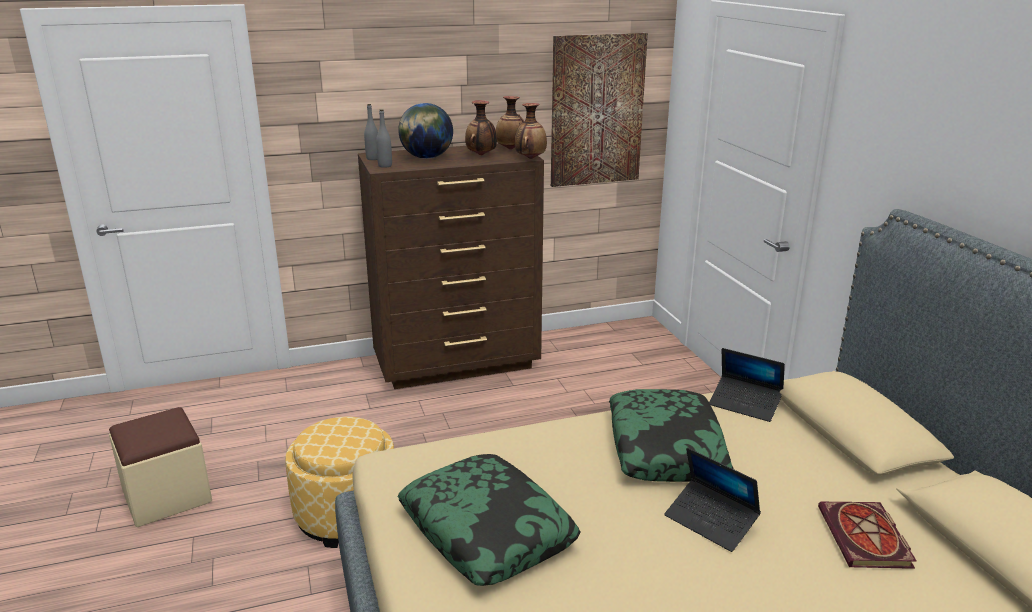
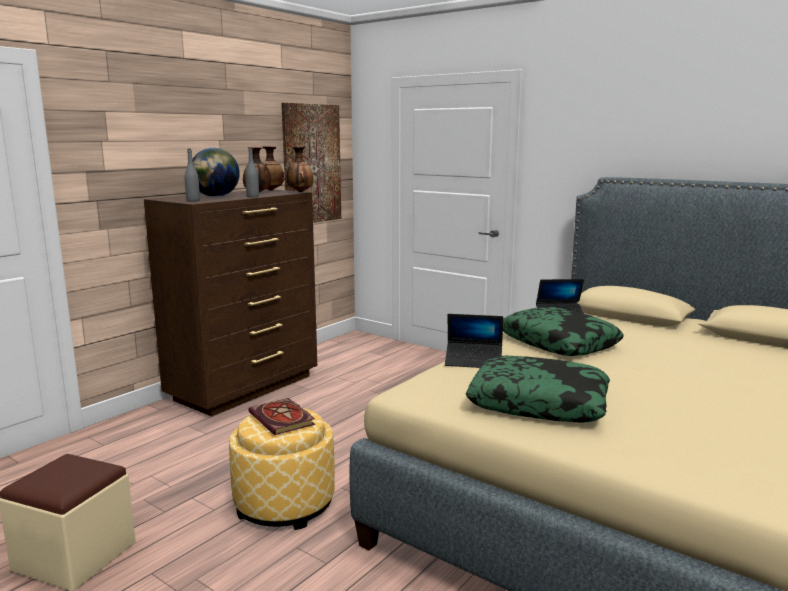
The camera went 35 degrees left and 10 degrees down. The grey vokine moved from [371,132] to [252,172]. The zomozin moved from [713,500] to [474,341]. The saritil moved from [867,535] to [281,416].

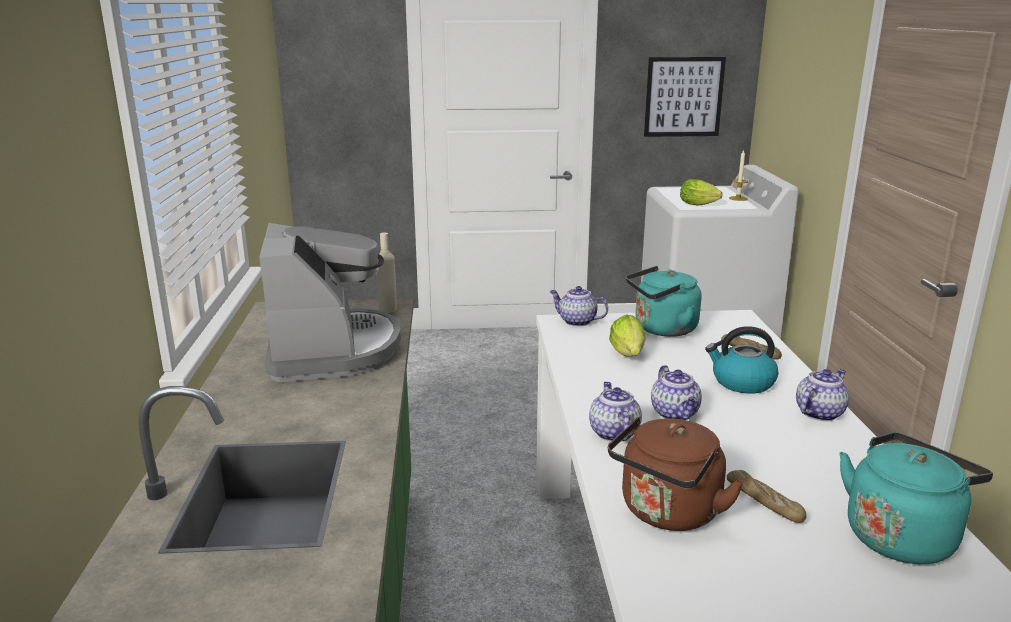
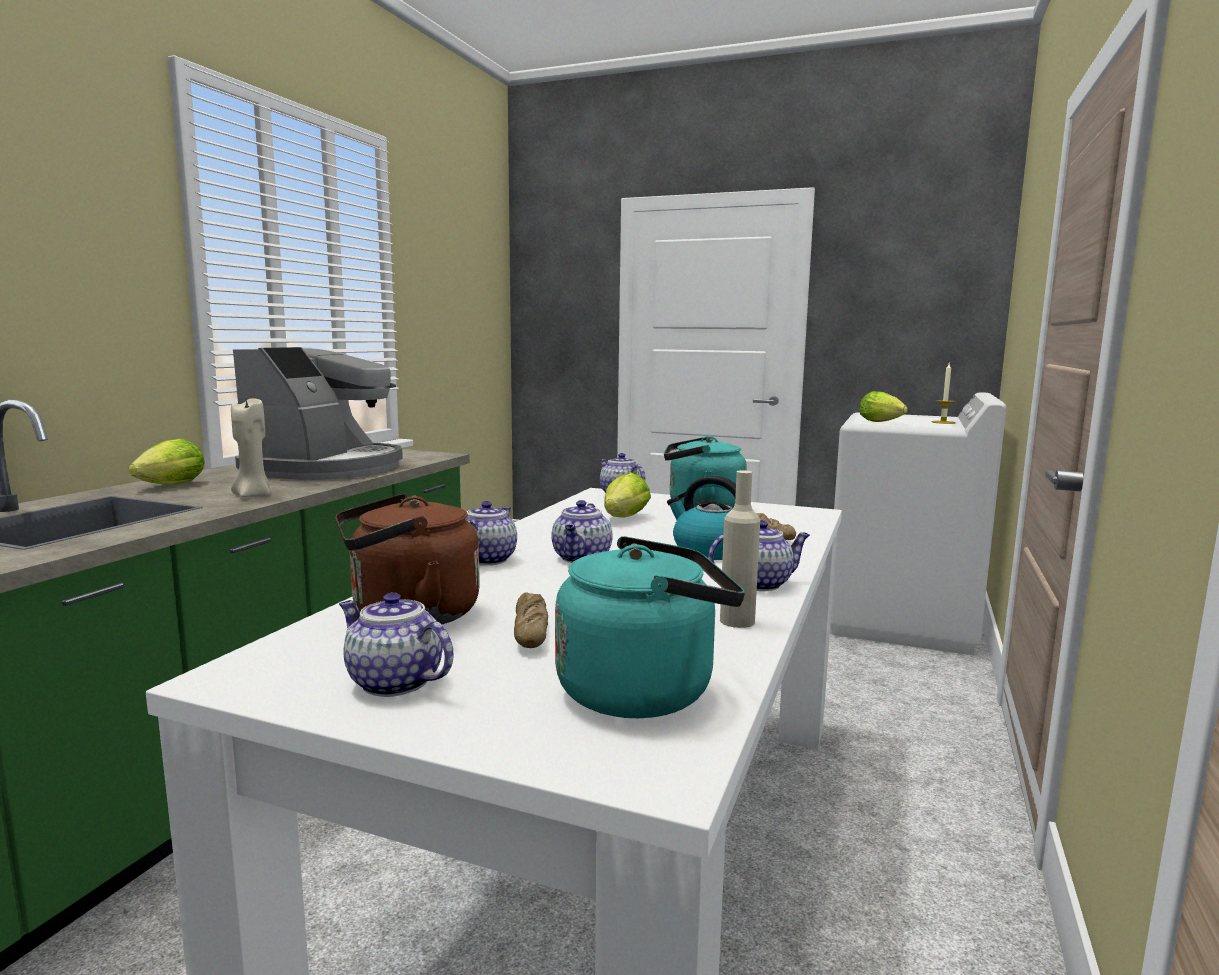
The camera went 25 degrees right and 10 degrees down. The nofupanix at [685,97] disappeared. The beige vokine moved from [387,273] to [740,549]. The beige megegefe at [250,447] appeared. The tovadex at [167,462] appeared. The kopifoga at [396,644] appeared.

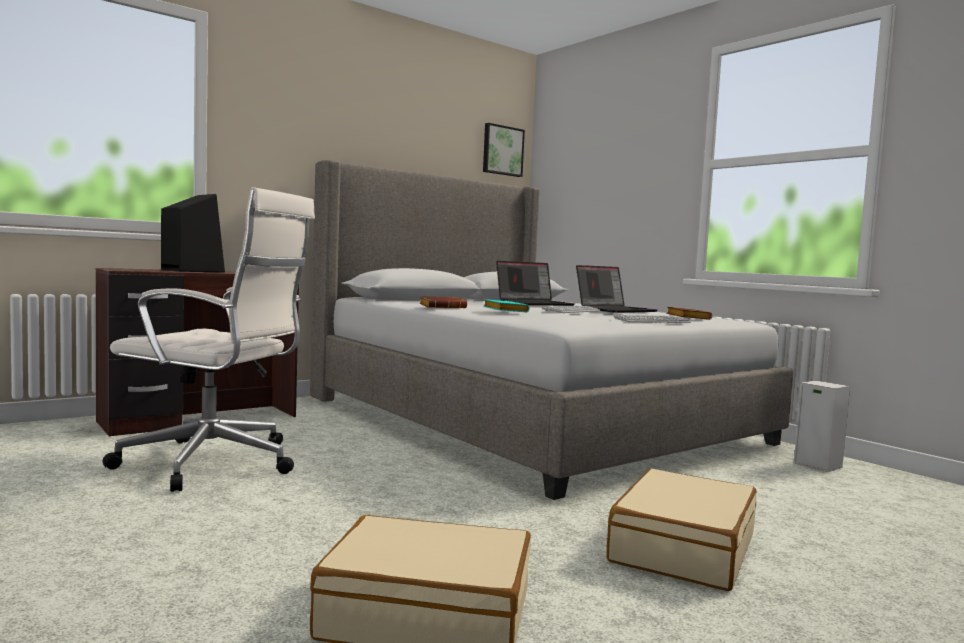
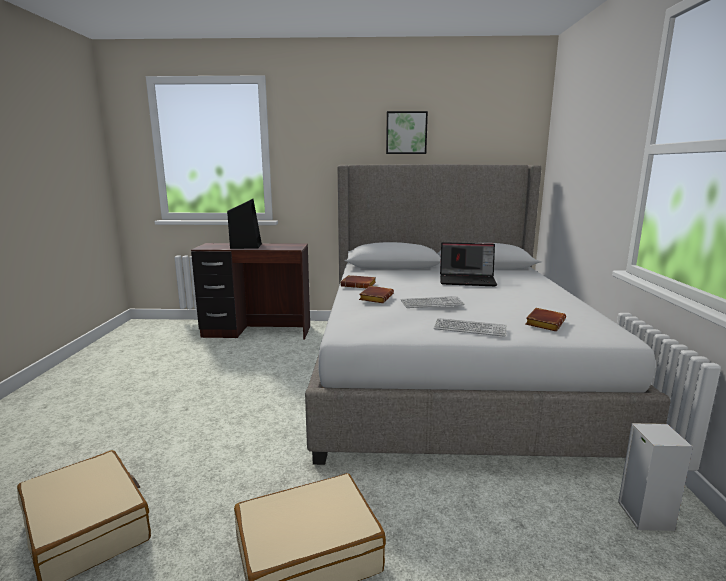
The camera went 40 degrees right and 10 degrees up. The nofupanix moved from [504,150] to [407,132]. The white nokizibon at [209,339] disappeared. The zomozin at [616,289] disappeared. The turquoise saritil at [506,305] became the brown saritil at [376,294].

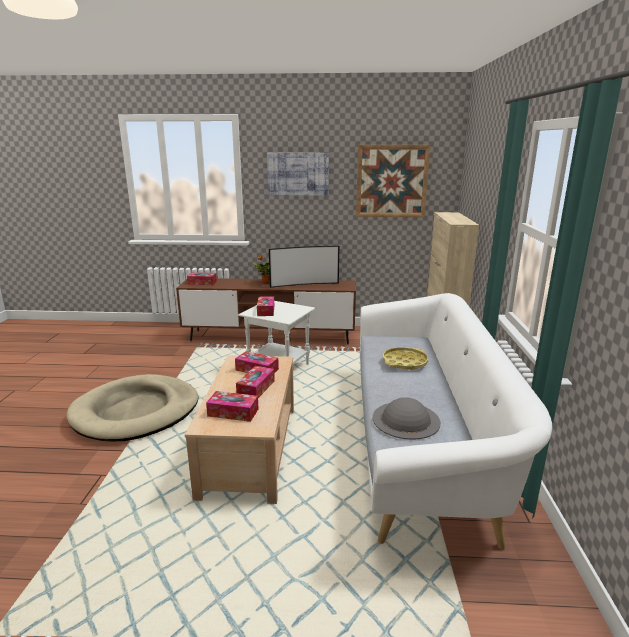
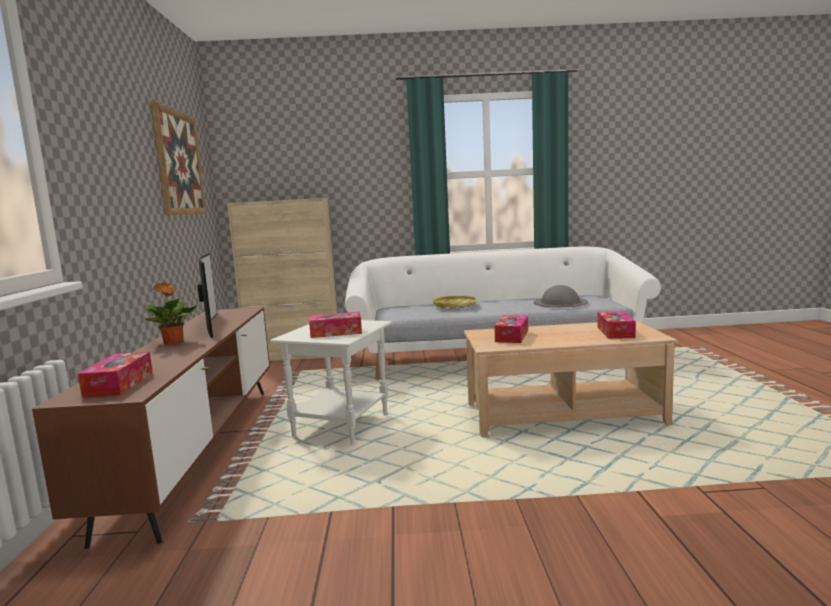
The camera went 95 degrees left and 10 degrees down. The nofupanix at [298,174] disappeared. The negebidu at [255,382] disappeared. The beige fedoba at [132,407] disappeared.

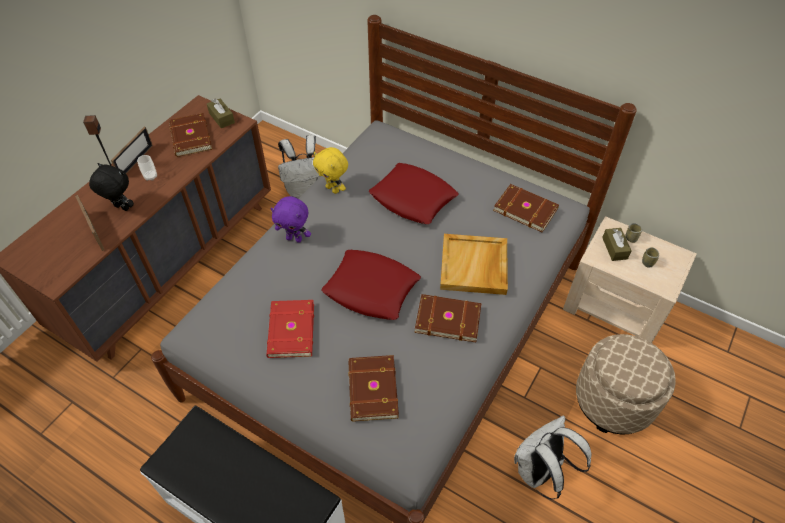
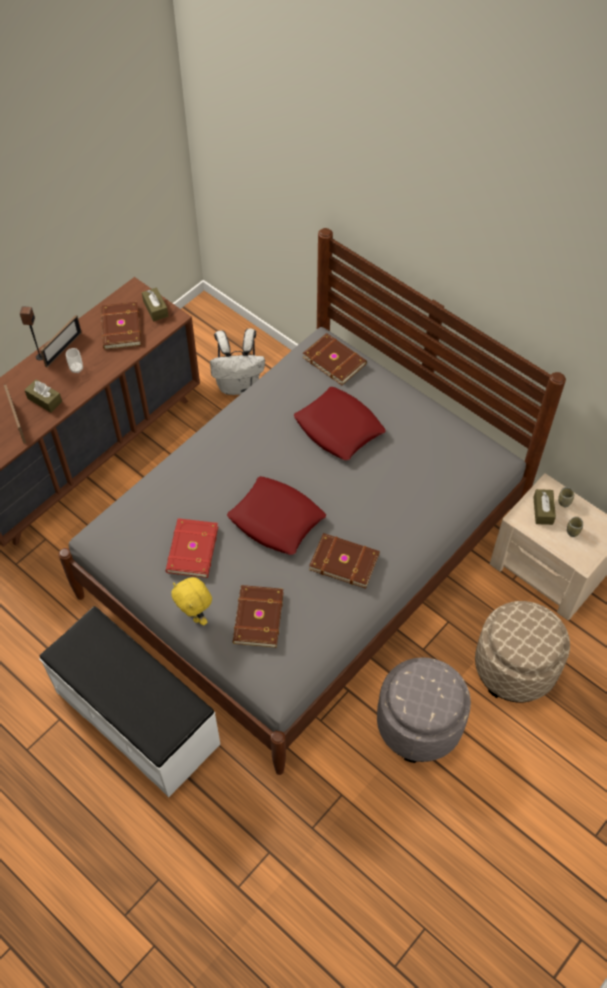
The camera went 10 degrees right and 5 degrees up. The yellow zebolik moved from [330,170] to [191,601]. The black zebolik at [111,187] was replaced by the brown negebidu at [43,396]. The brown saritil moved from [526,208] to [334,359]. The purple zebolik at [290,219] disappeared. The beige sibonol at [474,264] disappeared. The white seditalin at [552,457] was replaced by the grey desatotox at [424,710].

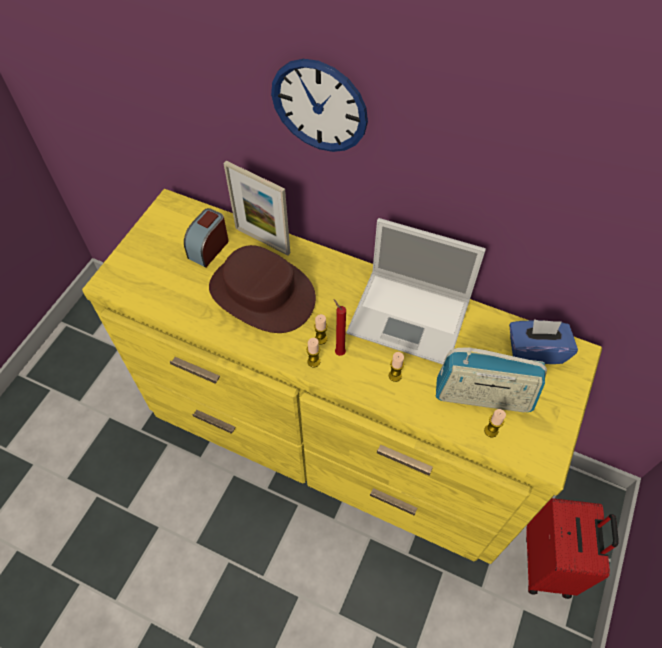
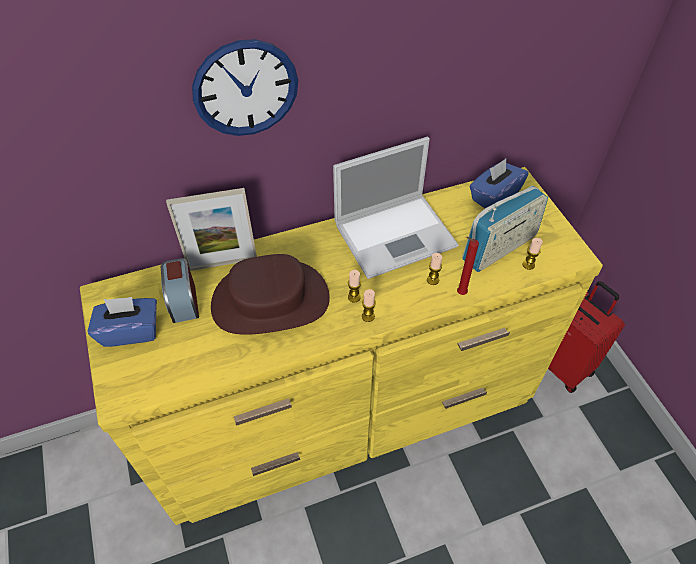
The camera went 45 degrees left and 5 degrees down. The red megegefe moved from [339,327] to [468,266]. The blue negebidu at [122,322] appeared.

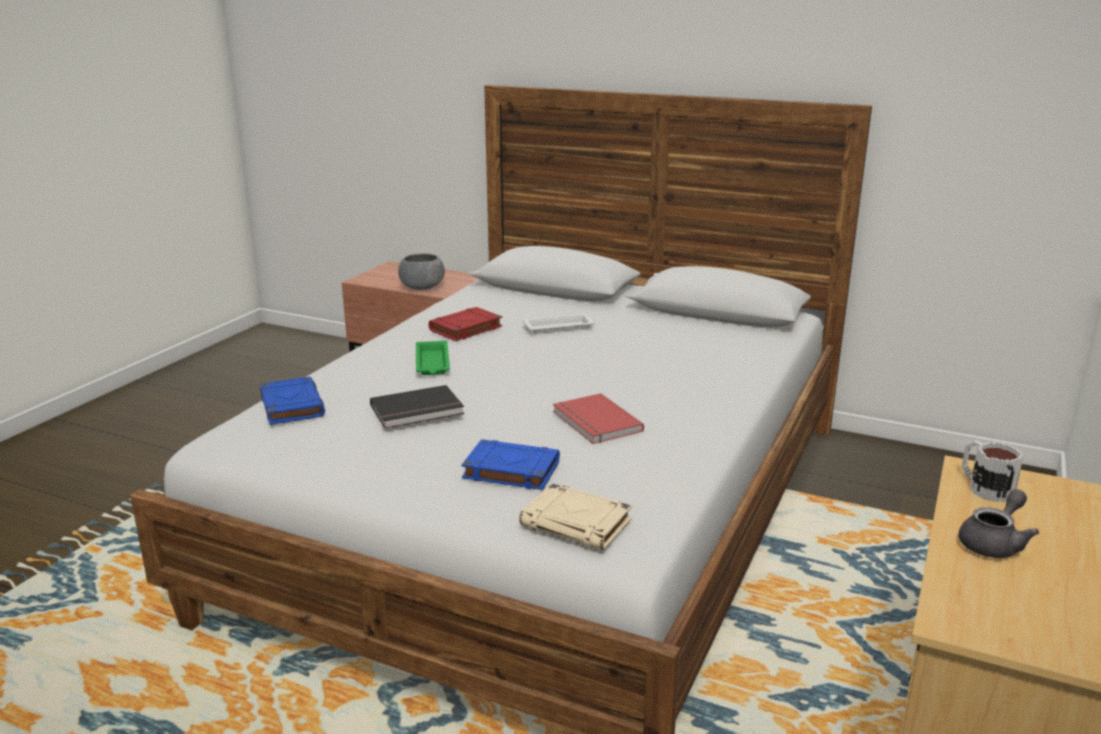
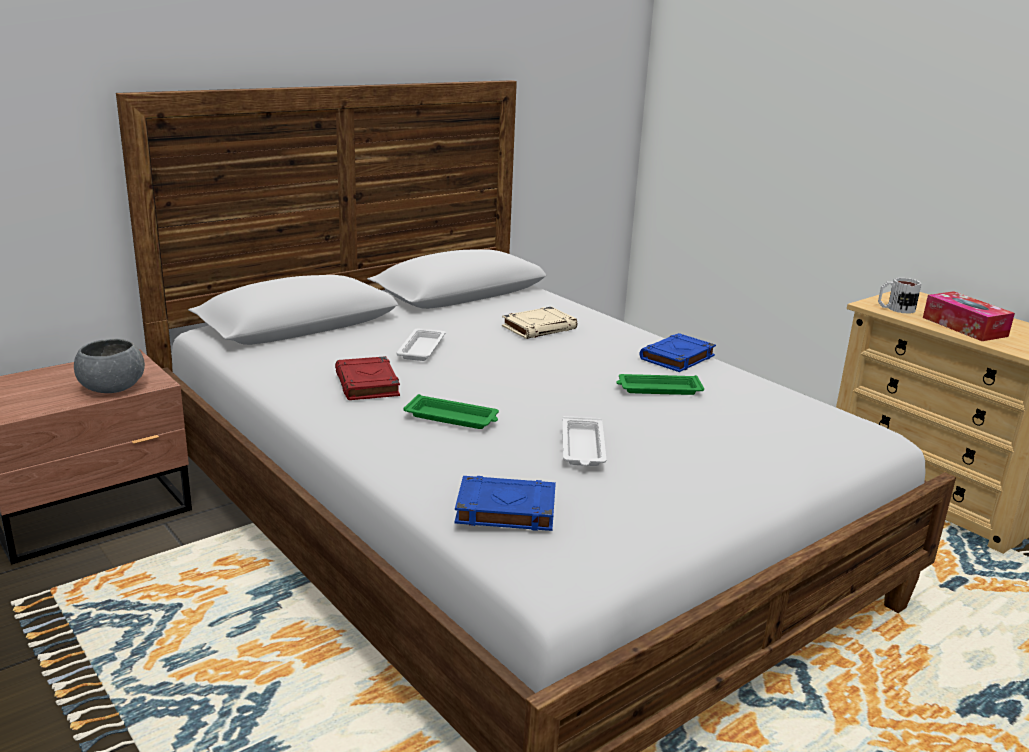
The camera went 65 degrees left and 0 degrees up. The black saritil at [417,406] was replaced by the white sibonol at [585,441]. The red saritil at [598,418] was replaced by the green sibonol at [660,384]. The blue saritil moved from [510,464] to [678,352]. The beige saritil moved from [575,516] to [539,323]. The grey kopifoga at [998,523] was replaced by the negebidu at [969,316].

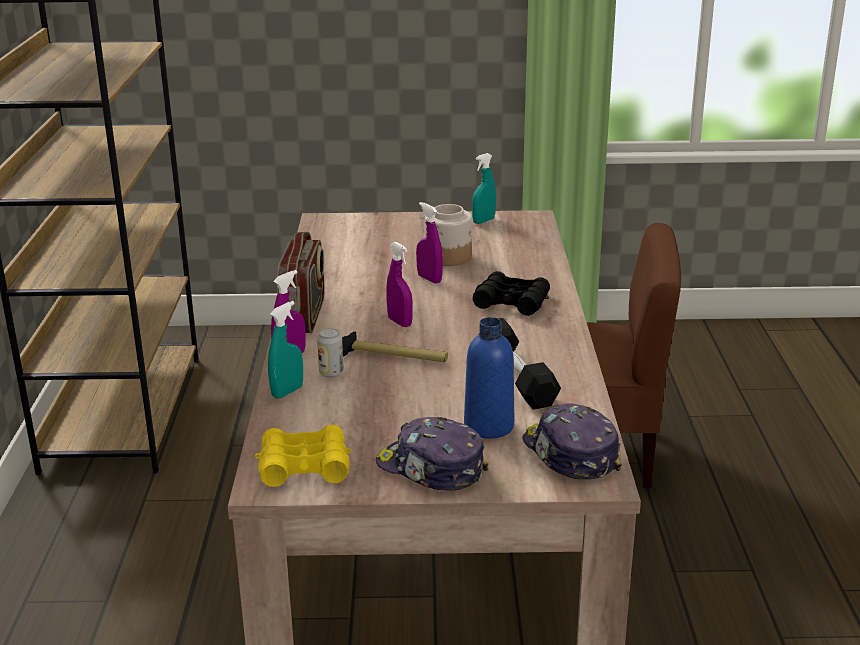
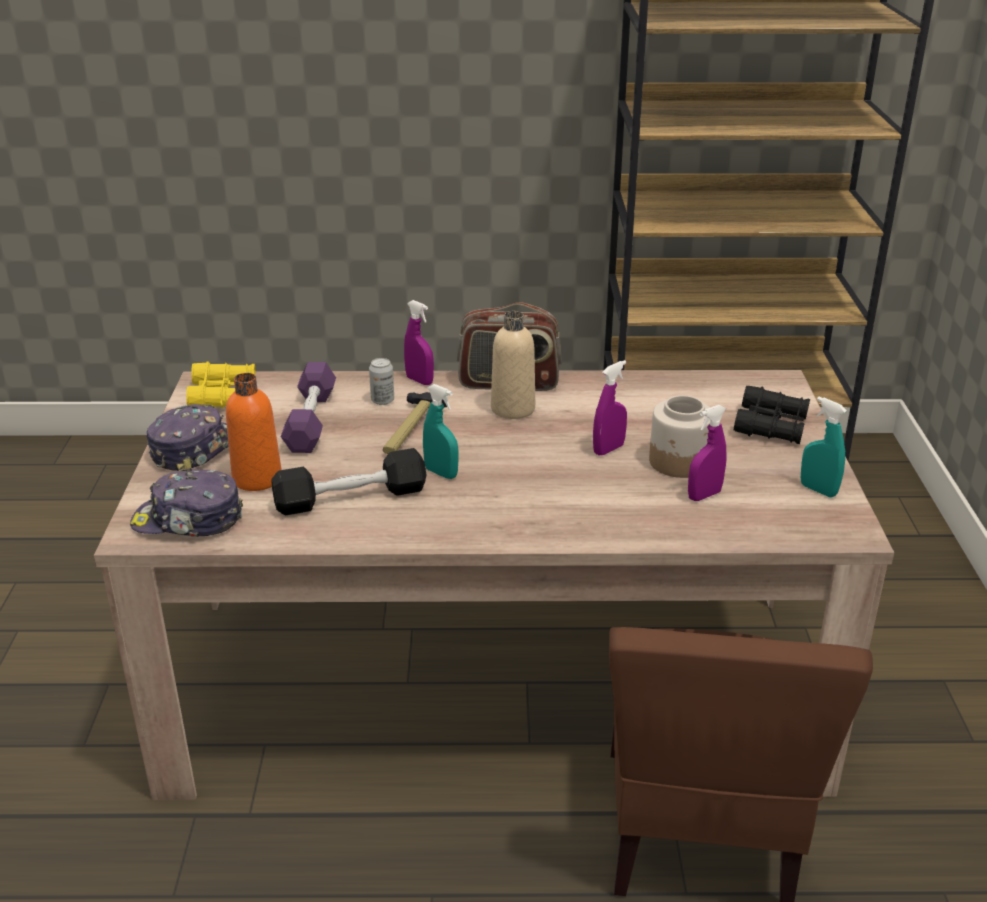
The camera went 90 degrees right and 5 degrees up. The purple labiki moved from [400,284] to [707,453]. The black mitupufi moved from [511,293] to [772,415]. The turquoise labiki moved from [285,350] to [441,431]. The blue vokine at [489,377] became the orange vokine at [254,432]. The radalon at [572,441] turned 150 degrees counterclockwise. The beige vokine at [513,365] appeared. The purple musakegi at [308,407] appeared.

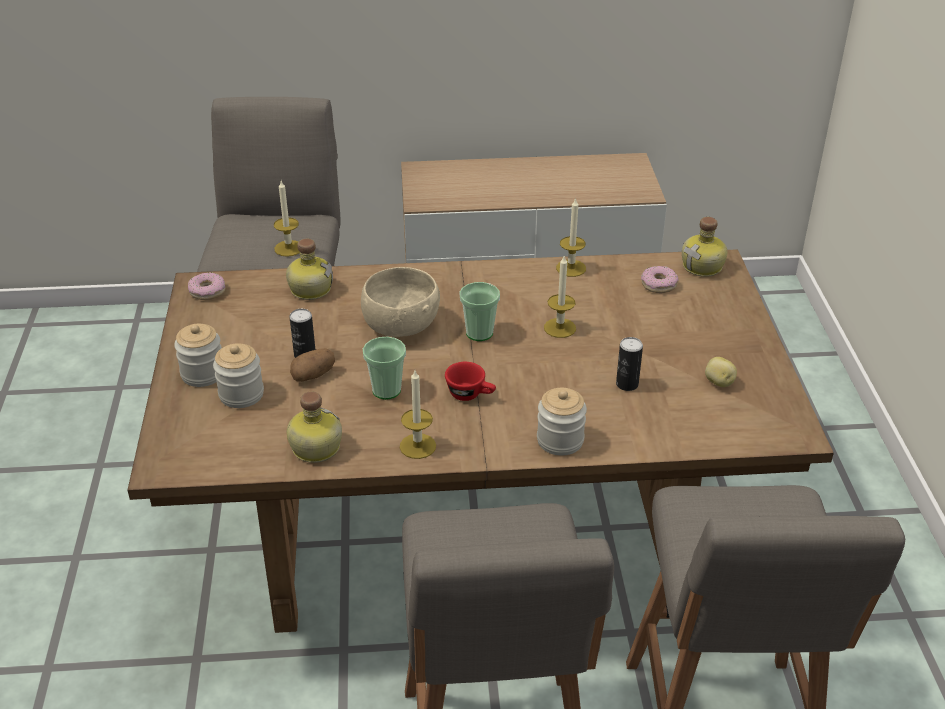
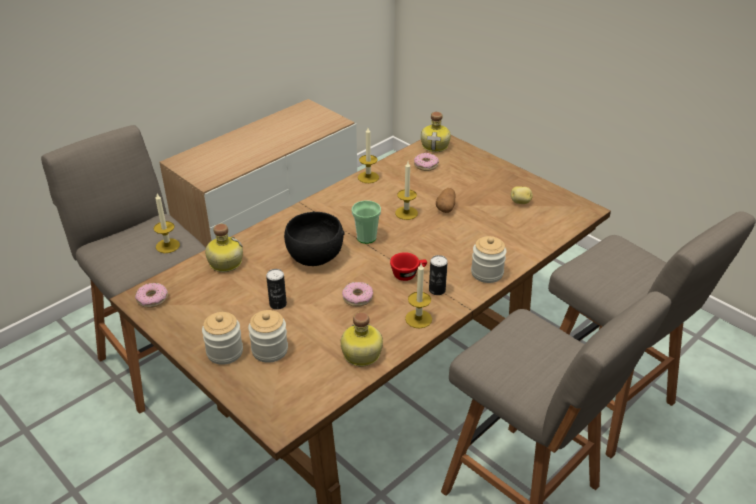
The camera went 40 degrees left and 0 degrees up. The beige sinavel at [400,302] became the black sinavel at [314,239]. The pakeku at [384,368] was replaced by the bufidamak at [357,294]. The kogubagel moved from [629,364] to [438,275]. The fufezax moved from [312,365] to [446,200].

